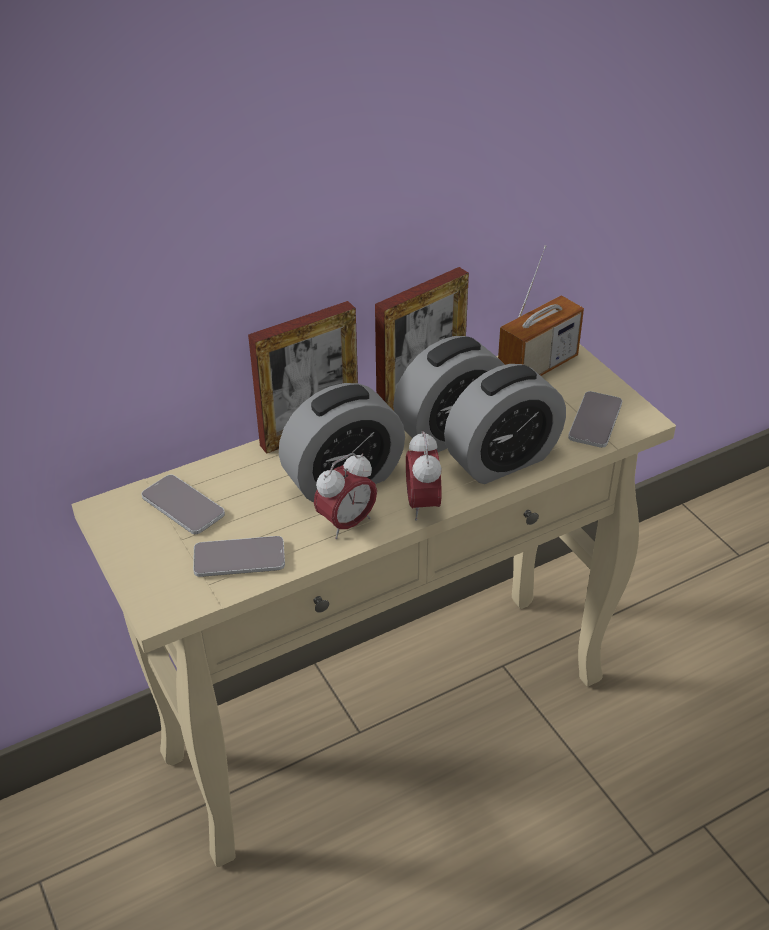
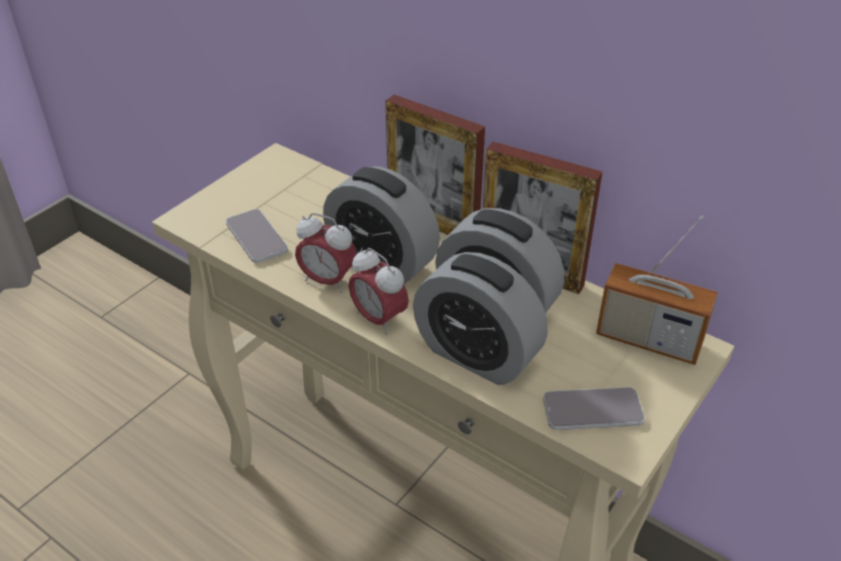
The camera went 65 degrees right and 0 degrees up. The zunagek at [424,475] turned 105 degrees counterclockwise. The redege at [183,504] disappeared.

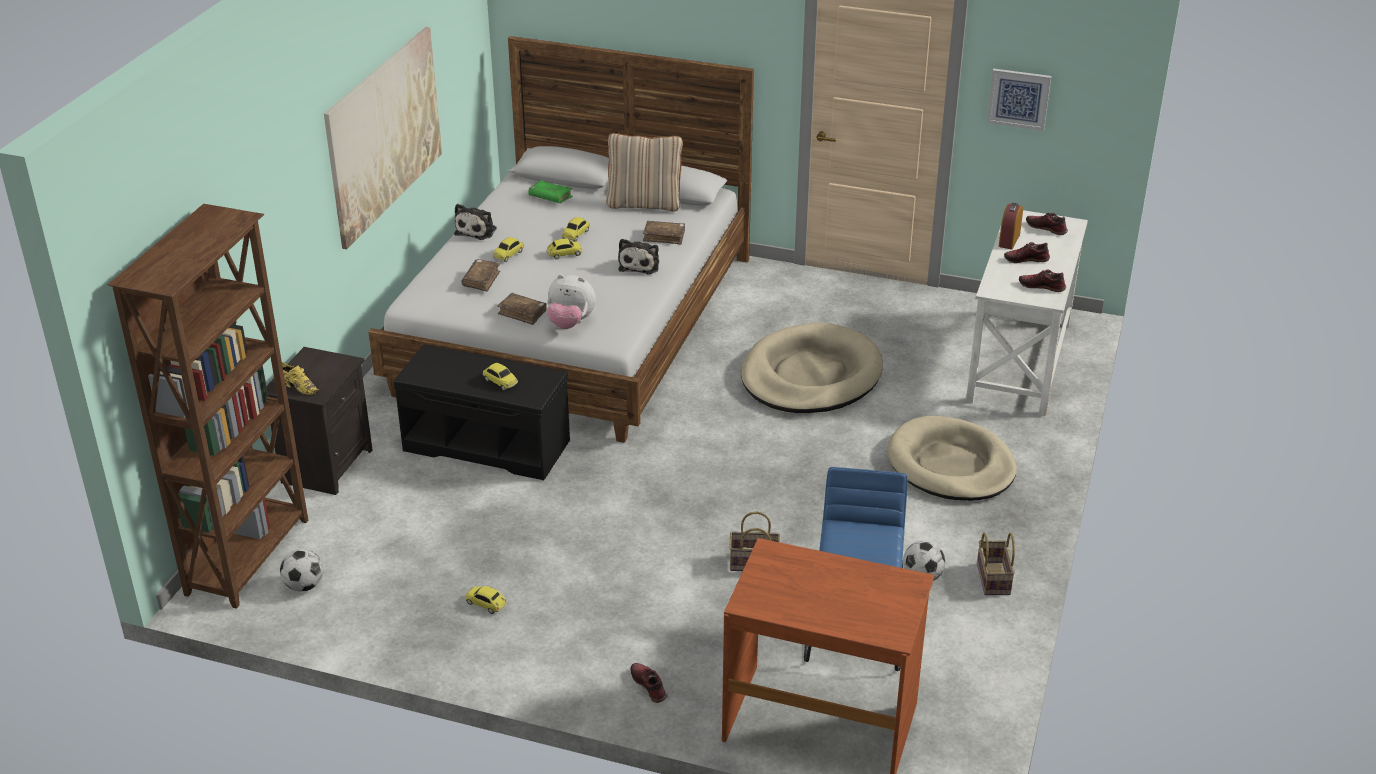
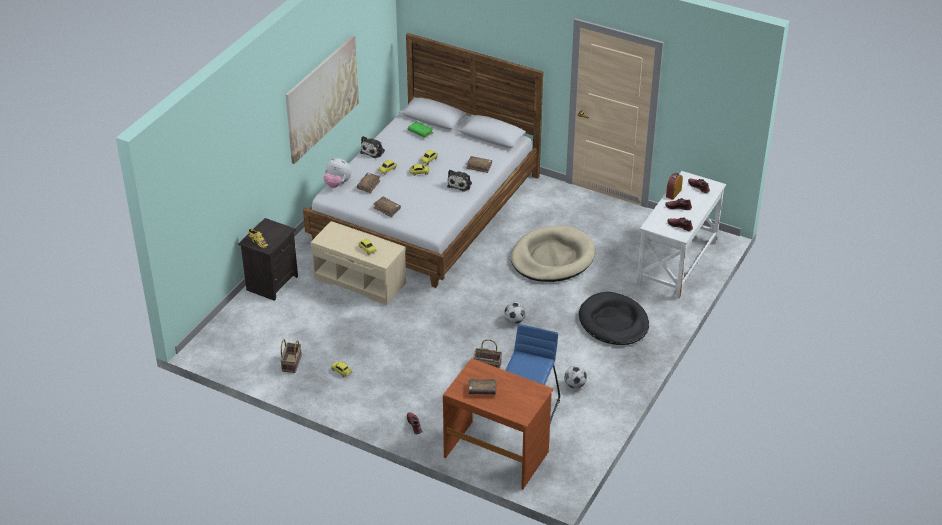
The camera went 10 degrees right and 5 degrees up. The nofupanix at [1019,100] disappeared. The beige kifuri at [644,172] disappeared. The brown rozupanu at [208,406] disappeared. The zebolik moved from [571,301] to [337,173]. The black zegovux at [482,412] became the beige zegovux at [358,263]. The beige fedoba at [952,458] became the black fedoba at [614,318]. The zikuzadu moved from [996,563] to [291,356]. The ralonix moved from [301,570] to [515,313]. The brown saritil at [482,387] appeared.

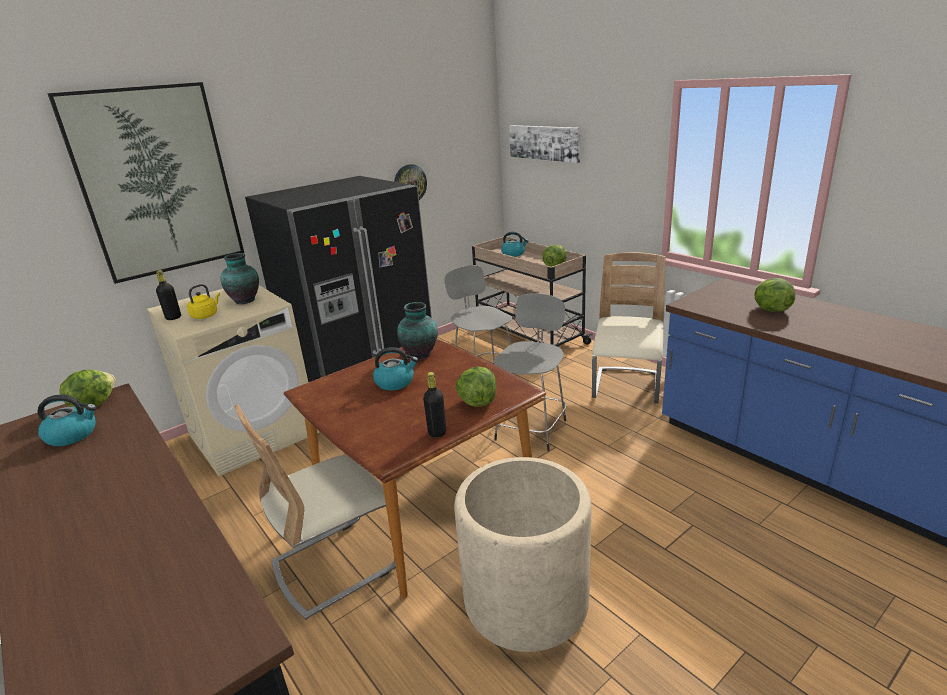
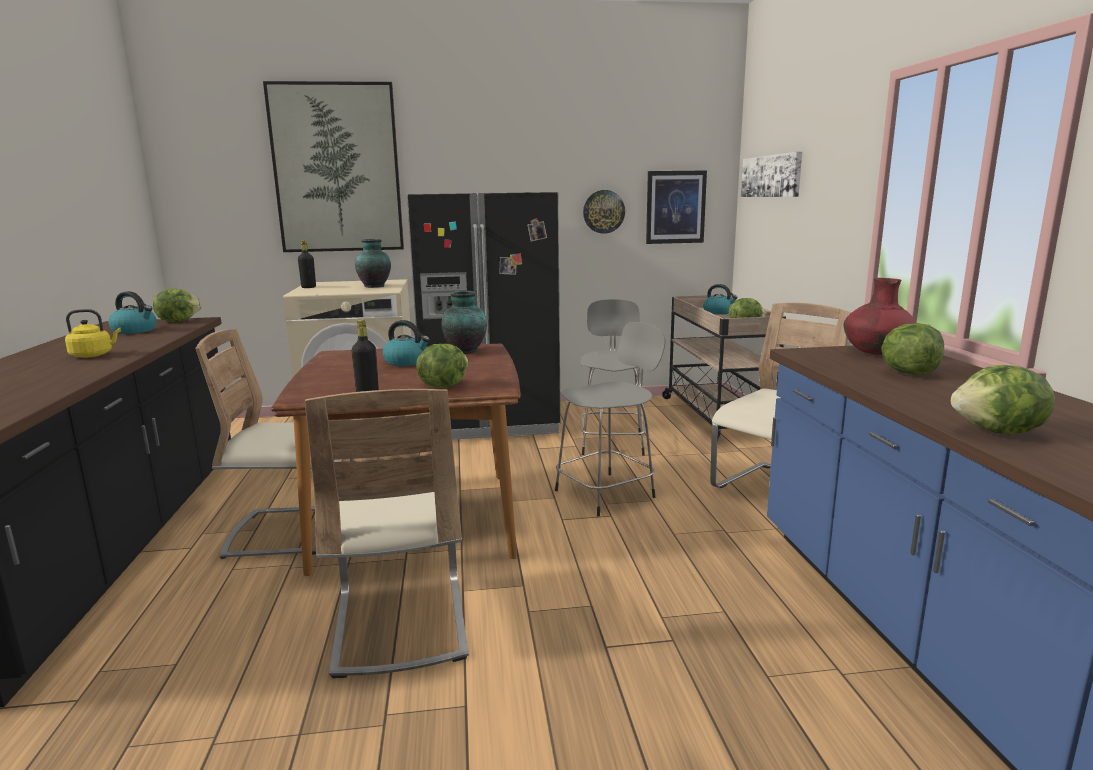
The camera went 30 degrees right and 10 degrees down. The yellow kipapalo moved from [203,301] to [93,333]. The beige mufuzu at [522,554] was replaced by the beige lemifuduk at [387,533]. The nofupanix at [676,207] appeared. The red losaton at [880,316] appeared. The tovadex at [1003,400] appeared.

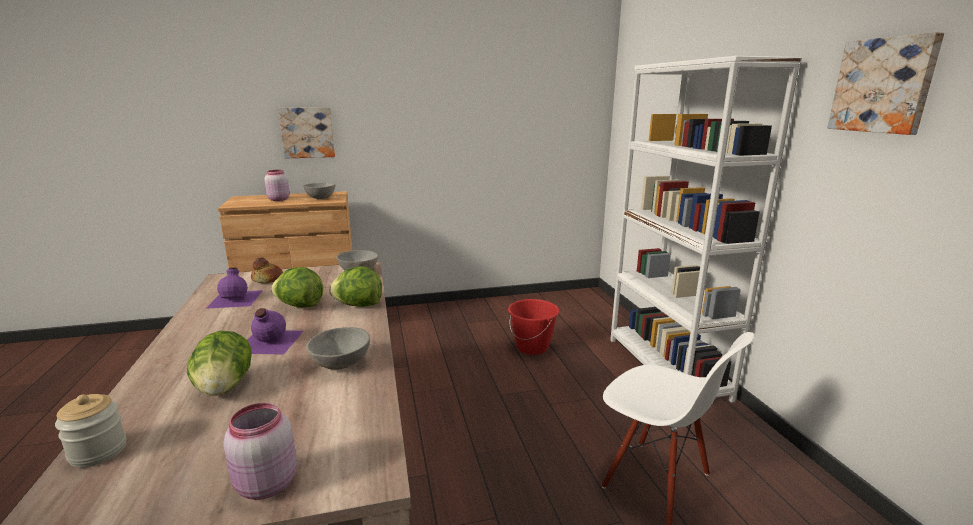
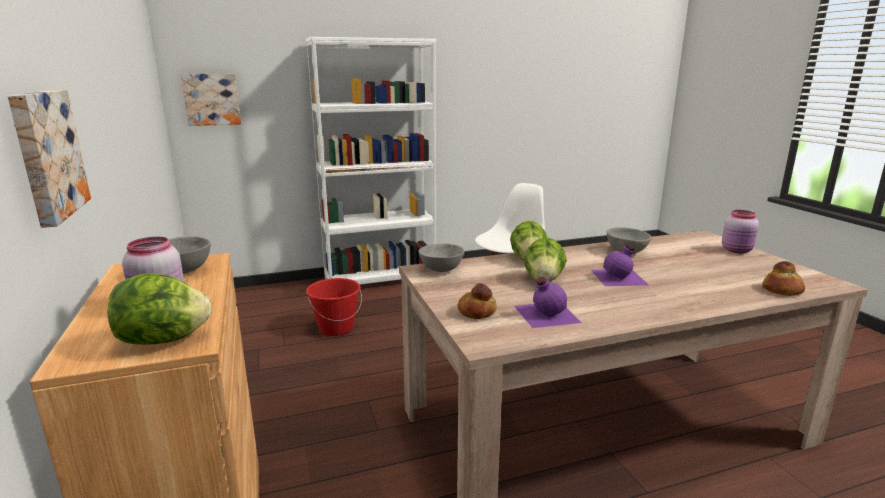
The camera went 95 degrees left and 0 degrees up. The nofupanix moved from [886,83] to [211,100]. The tovadex moved from [219,363] to [159,309]. The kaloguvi at [91,431] was replaced by the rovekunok at [783,278].

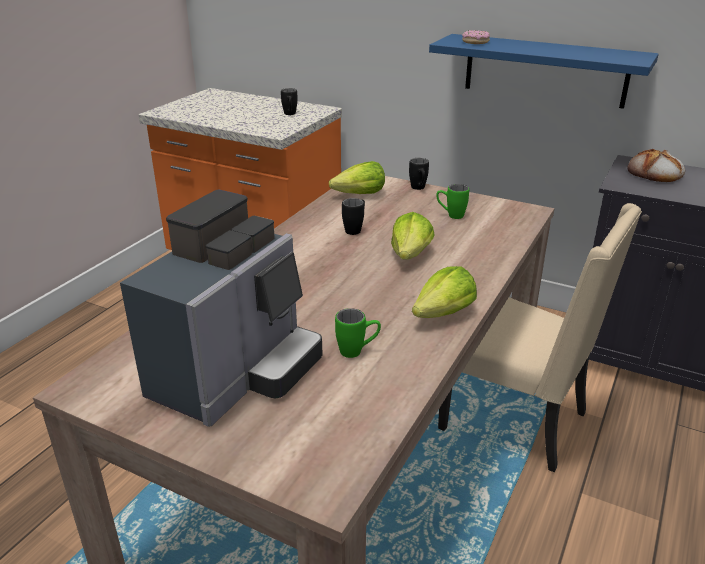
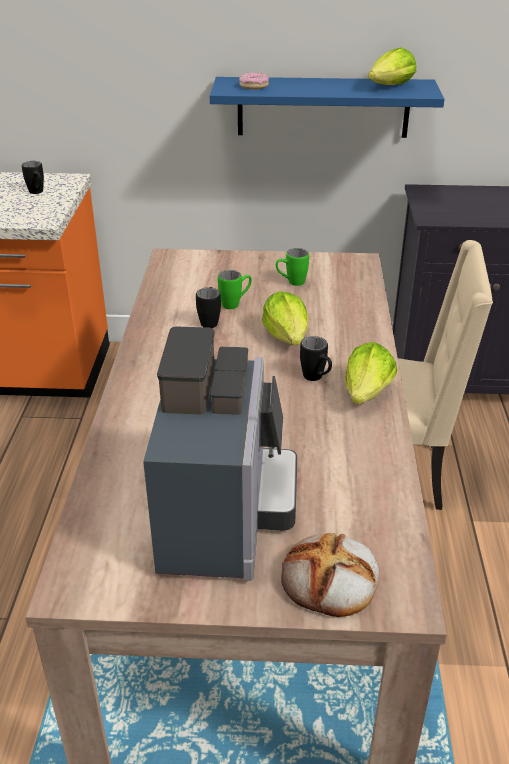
The camera went 25 degrees left and 5 degrees up. The rovekunok moved from [656,165] to [330,575]. The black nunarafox moved from [419,174] to [316,358]. The tovadex moved from [357,177] to [392,66]. The green nunarafox moved from [358,333] to [235,289].

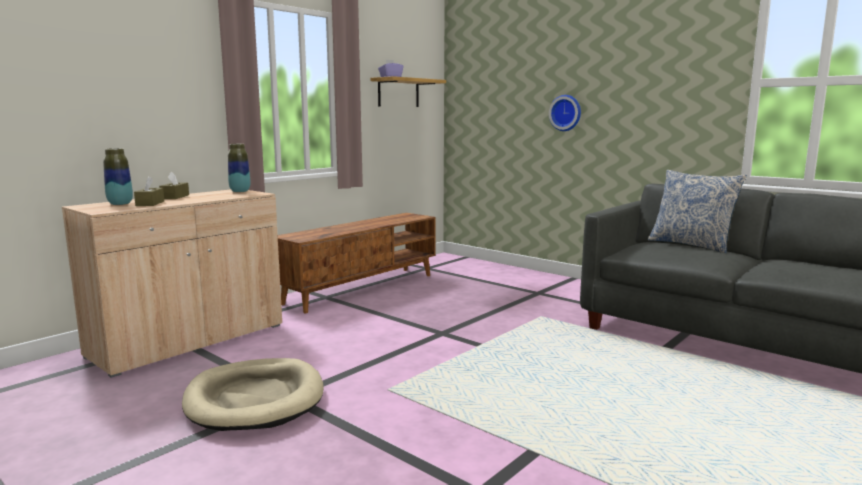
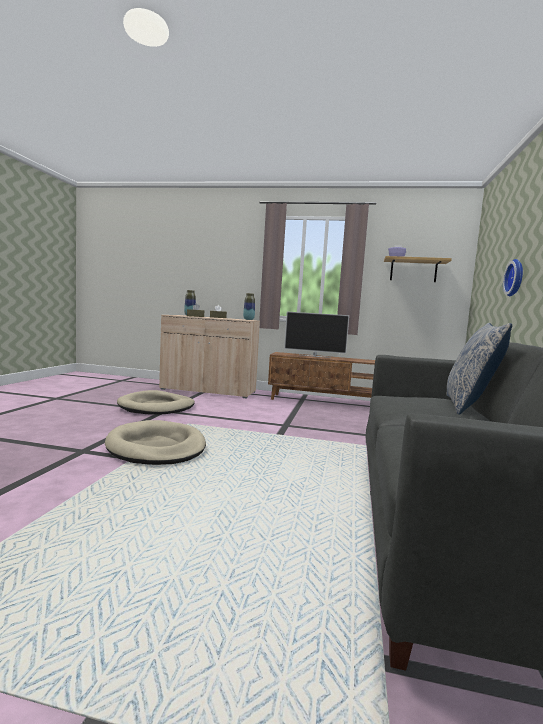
The camera went 60 degrees right and 5 degrees down. The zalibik at [316,335] appeared. The beige fedoba at [155,442] appeared.

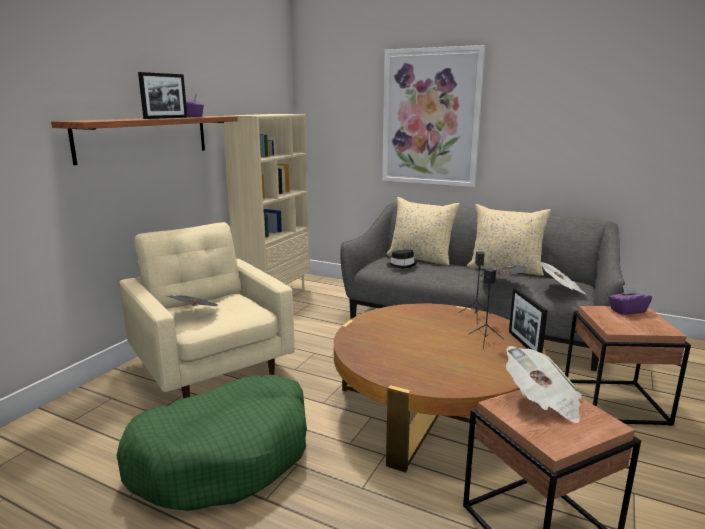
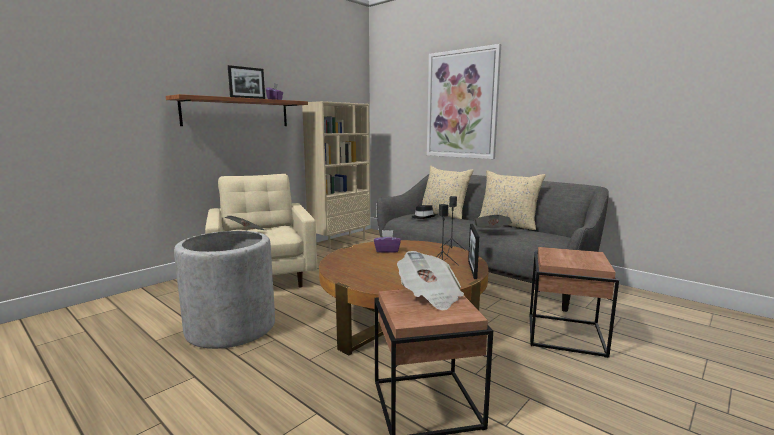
The camera went 15 degrees right and 5 degrees down. The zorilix at [561,277] disappeared. The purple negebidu moved from [630,300] to [387,241]. The green fedoba at [211,443] was replaced by the grey mufuzu at [224,290].

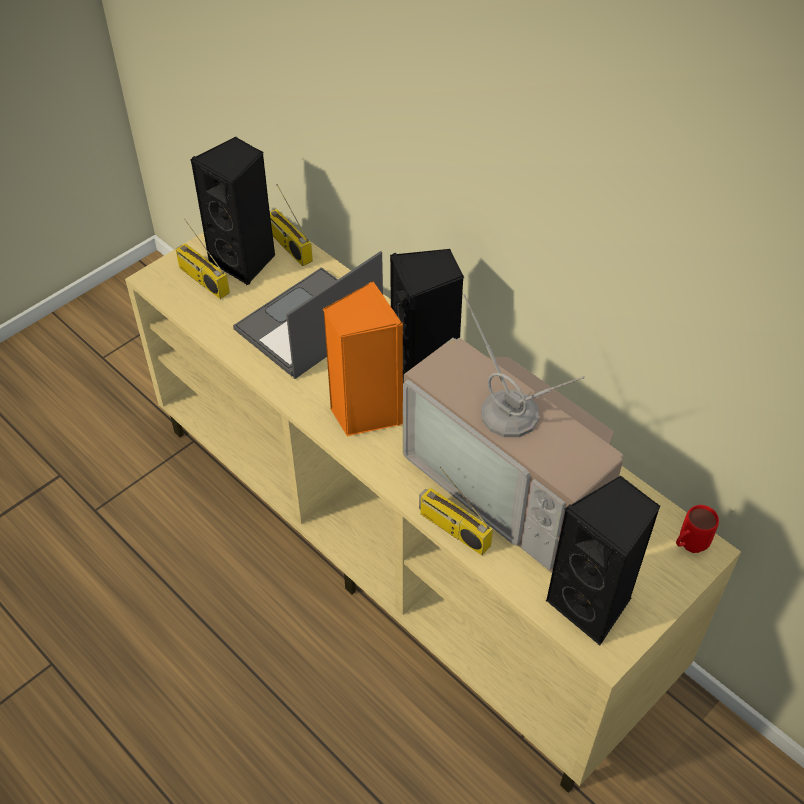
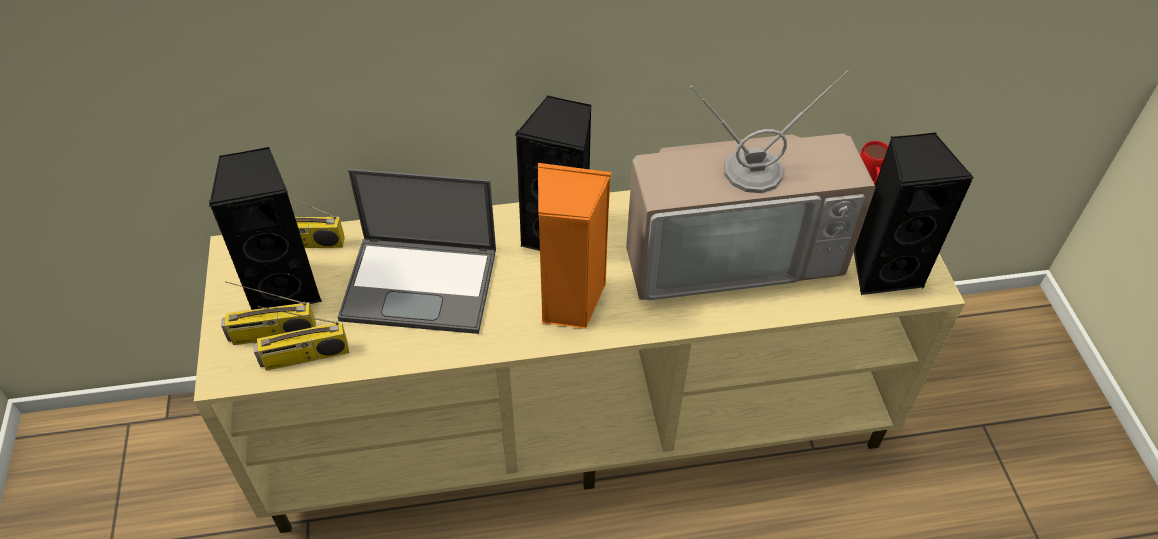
The camera went 55 degrees left and 0 degrees up. The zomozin at [308,315] turned 75 degrees counterclockwise. The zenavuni moved from [456,511] to [301,338].

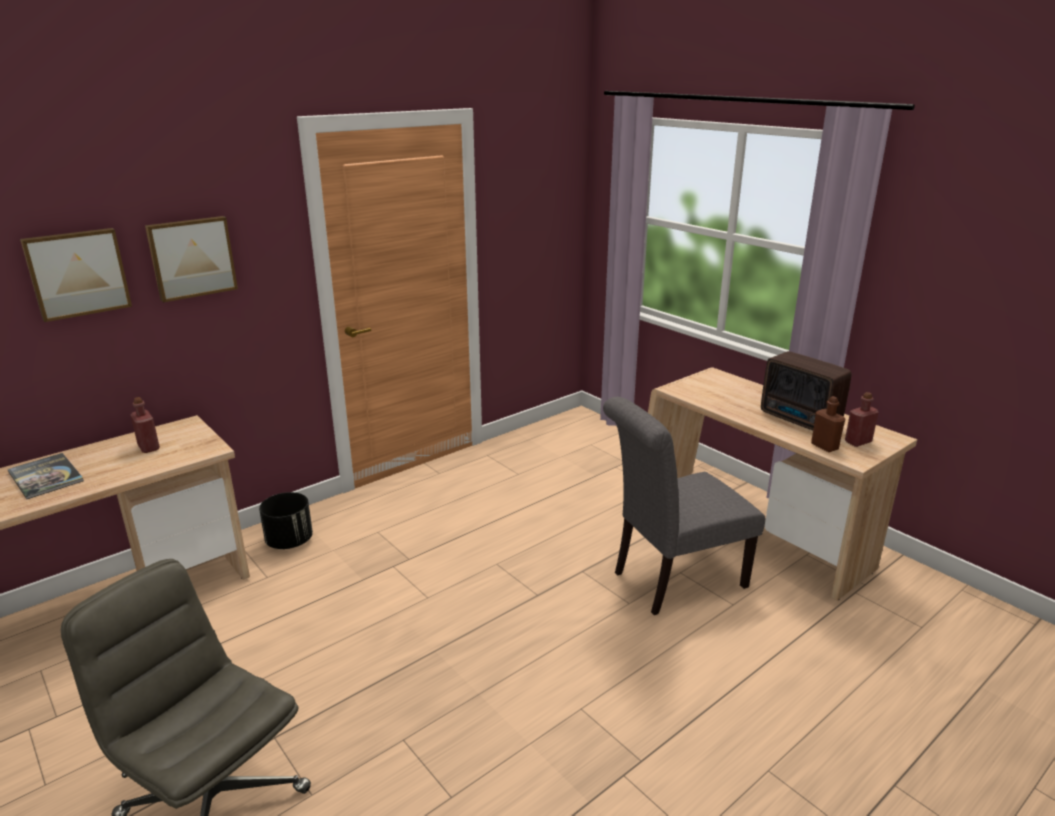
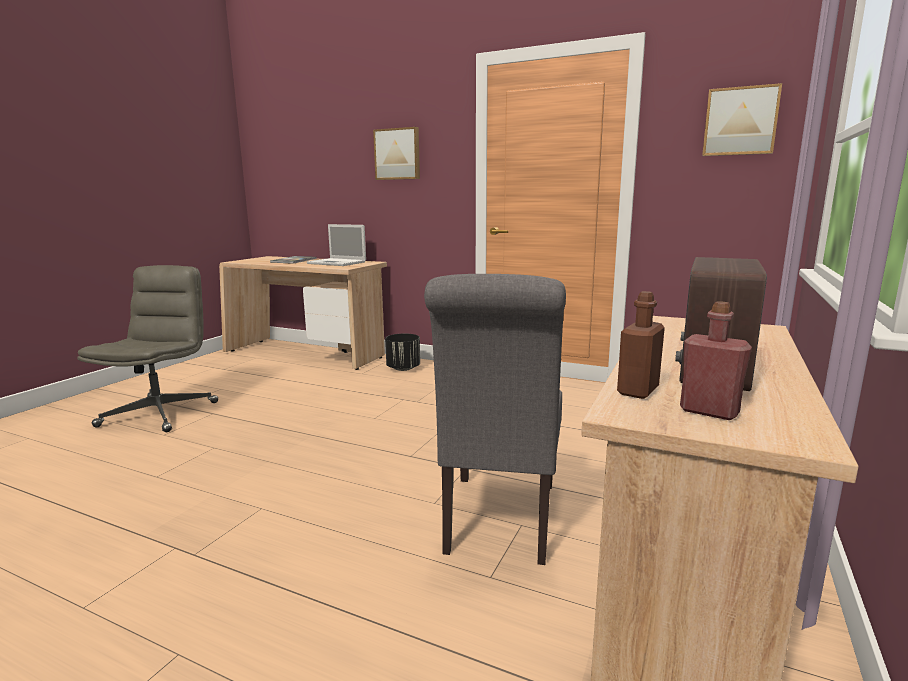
The camera went 65 degrees right and 10 degrees down. The nofupanix moved from [76,275] to [742,119]. The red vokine at [145,425] was replaced by the zomozin at [336,245]. The grey lemifuduk at [684,506] turned 120 degrees counterclockwise.

